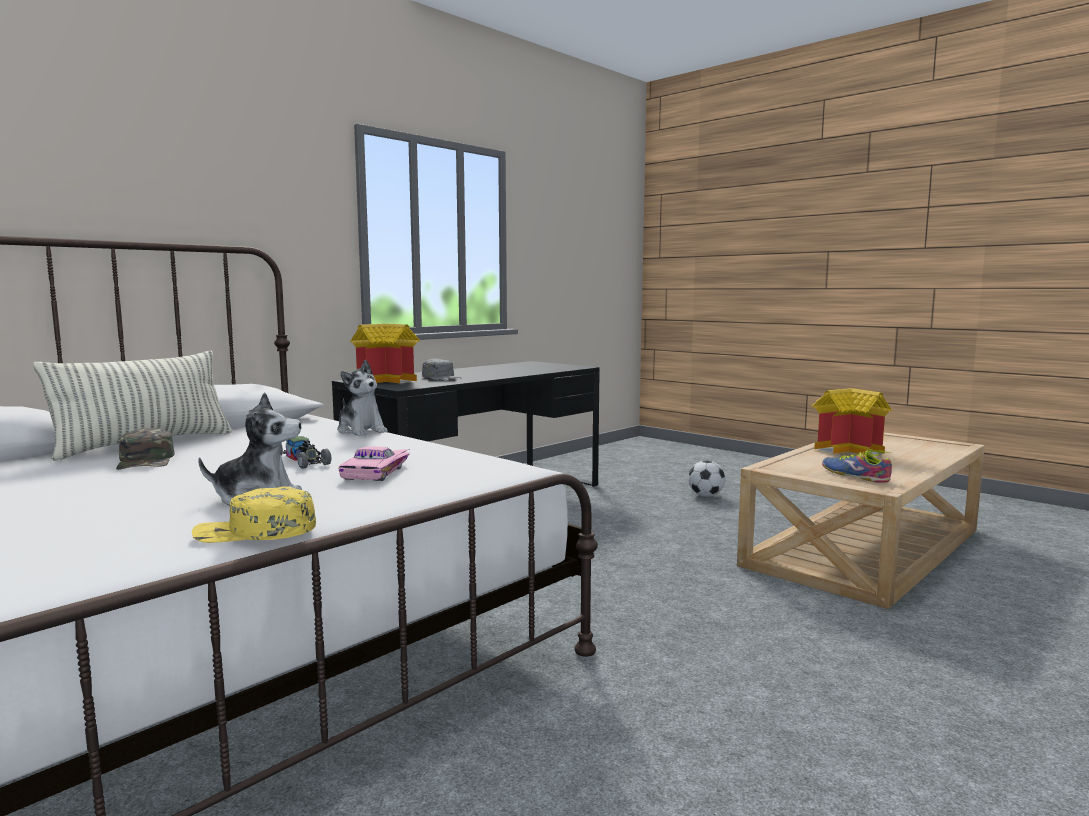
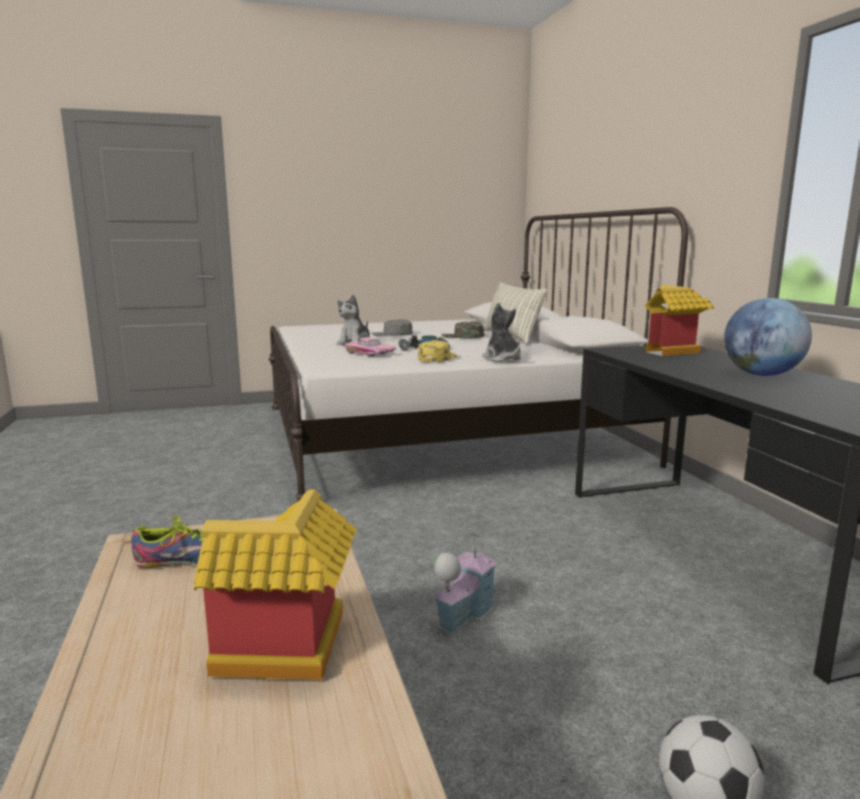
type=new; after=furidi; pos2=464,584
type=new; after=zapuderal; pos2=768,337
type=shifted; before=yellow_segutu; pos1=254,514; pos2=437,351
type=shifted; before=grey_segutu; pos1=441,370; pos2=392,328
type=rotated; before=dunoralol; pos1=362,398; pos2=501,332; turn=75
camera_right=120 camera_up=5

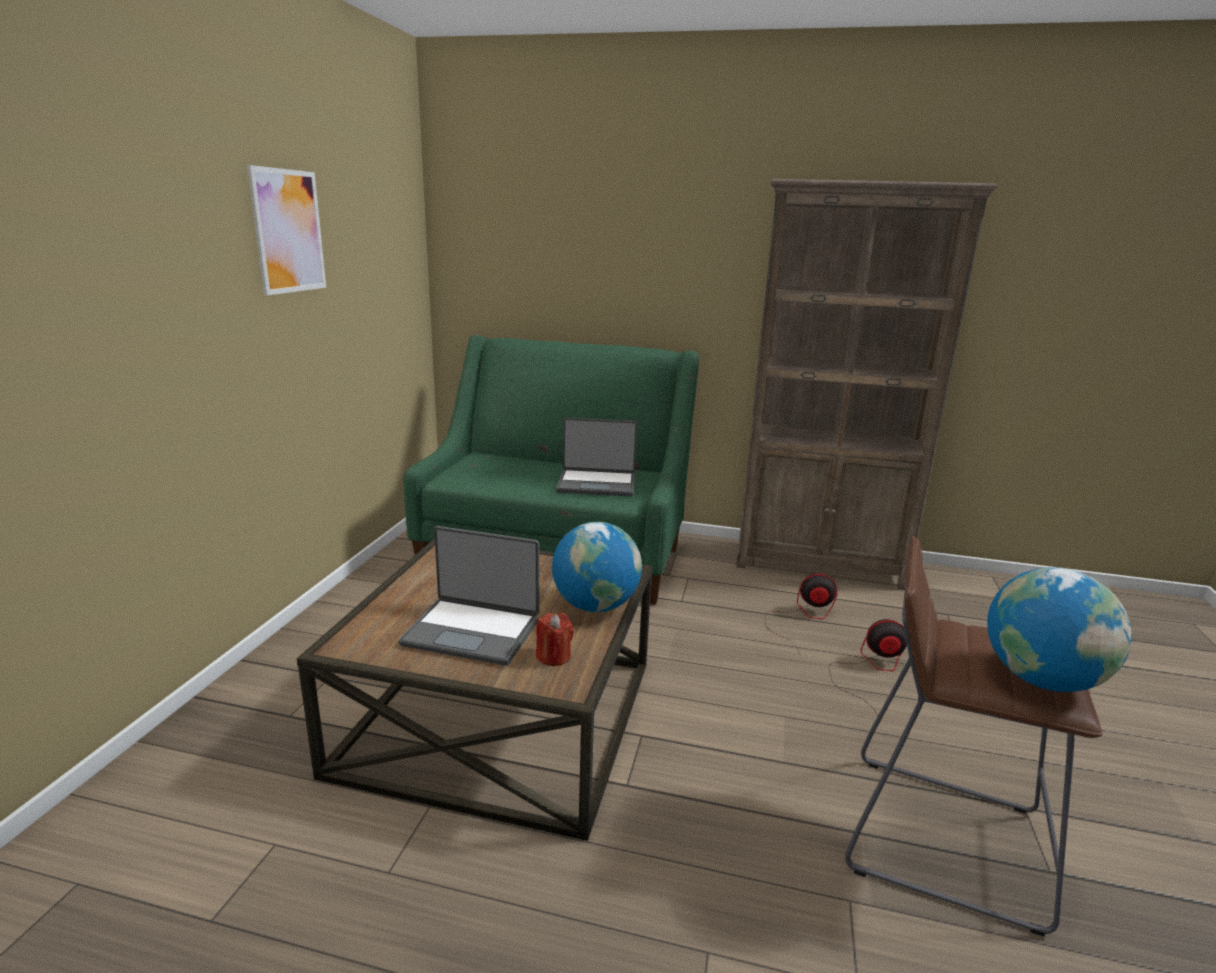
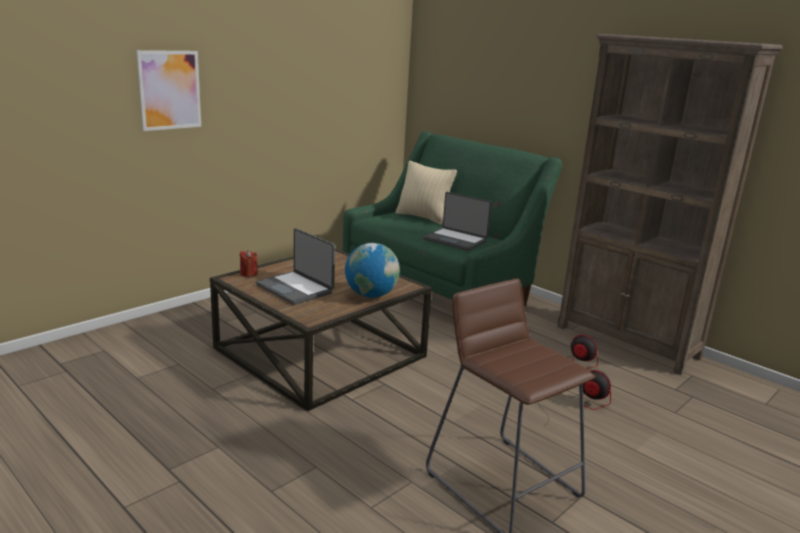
type=gone; before=zapuderal; pos1=1059,629
type=new; after=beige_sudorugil; pos2=426,193
type=shifted; before=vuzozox; pos1=286,230; pos2=168,90
type=shifted; before=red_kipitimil; pos1=555,639; pos2=249,263
camera_right=30 camera_up=0

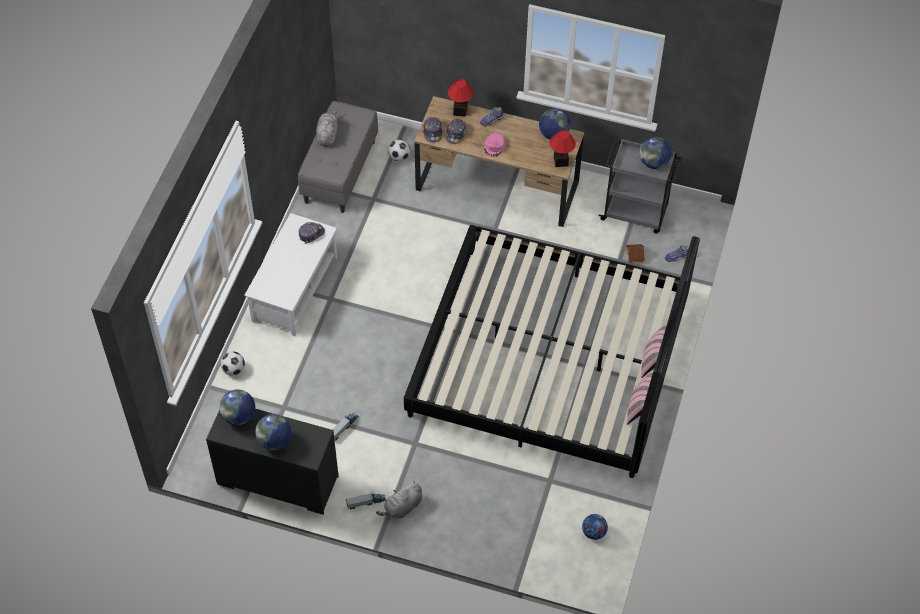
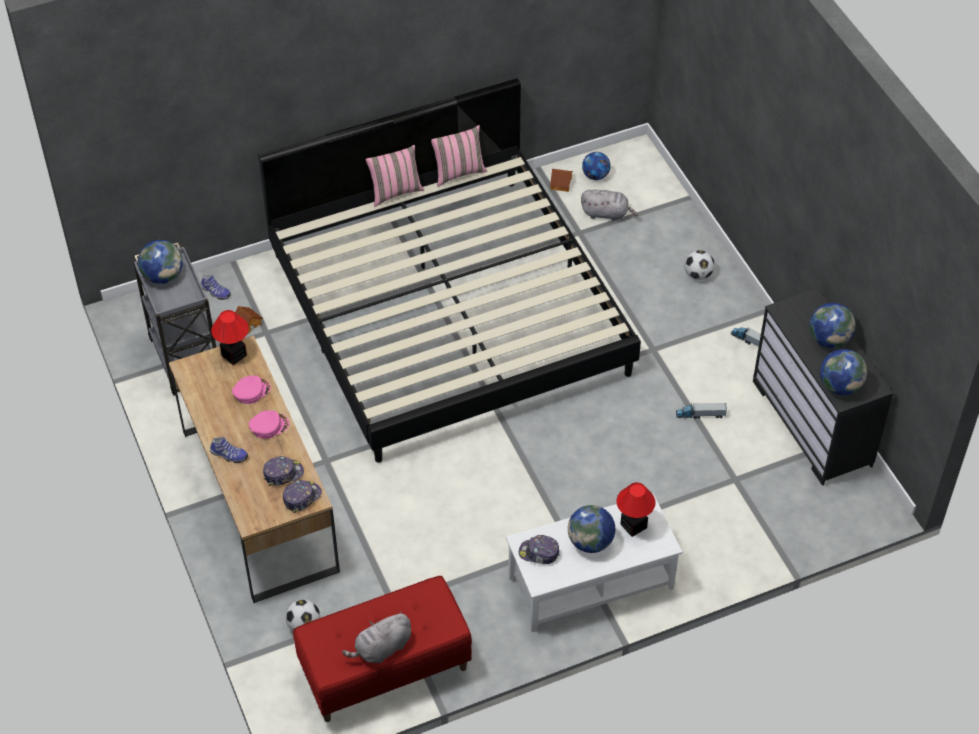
type=new; after=pink_segutu; pos2=251,389
type=new; after=furidi; pos2=561,180
type=shifted; before=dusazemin; pos1=232,364; pos2=700,265
type=shifted; before=grey_dunoralol; pos1=399,499; pos2=609,205
type=shifted; before=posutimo; pos1=460,98; pos2=636,510
type=shifted; before=zapuderal; pos1=555,123; pos2=591,529
type=repainted; before=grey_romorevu; after=red_romorevu; pos1=338,157; pos2=382,649
camera_right=-130 camera_up=-5

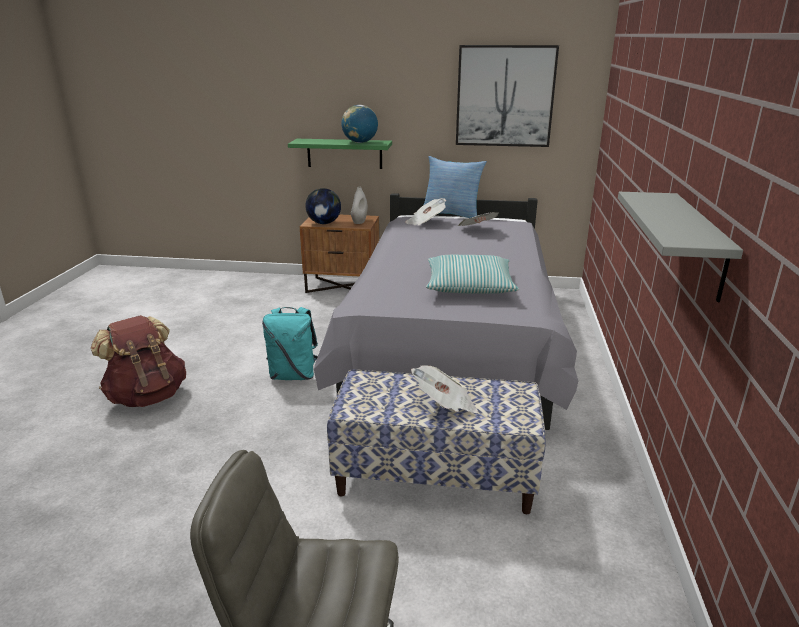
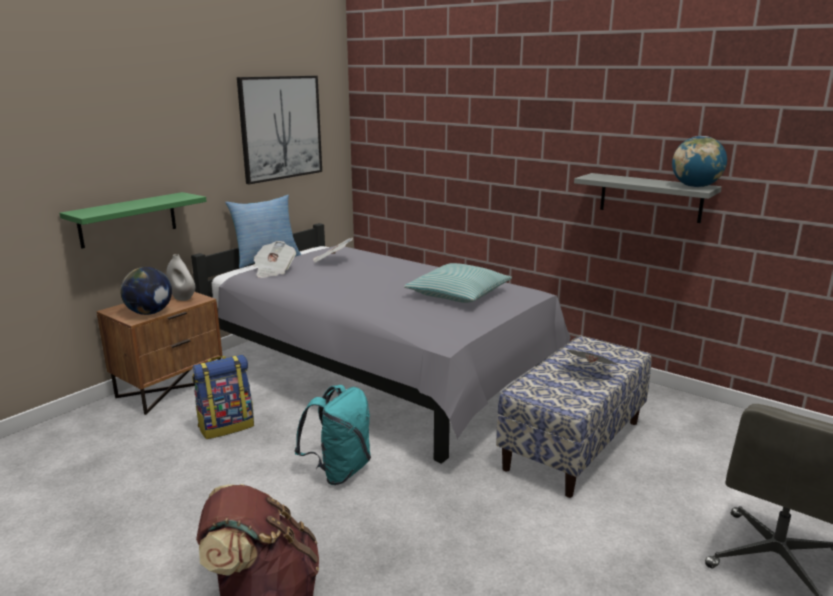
type=new; after=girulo; pos2=223,397
type=shifted; before=zapuderal; pos1=359,124; pos2=699,162
camera_right=-60 camera_up=-5

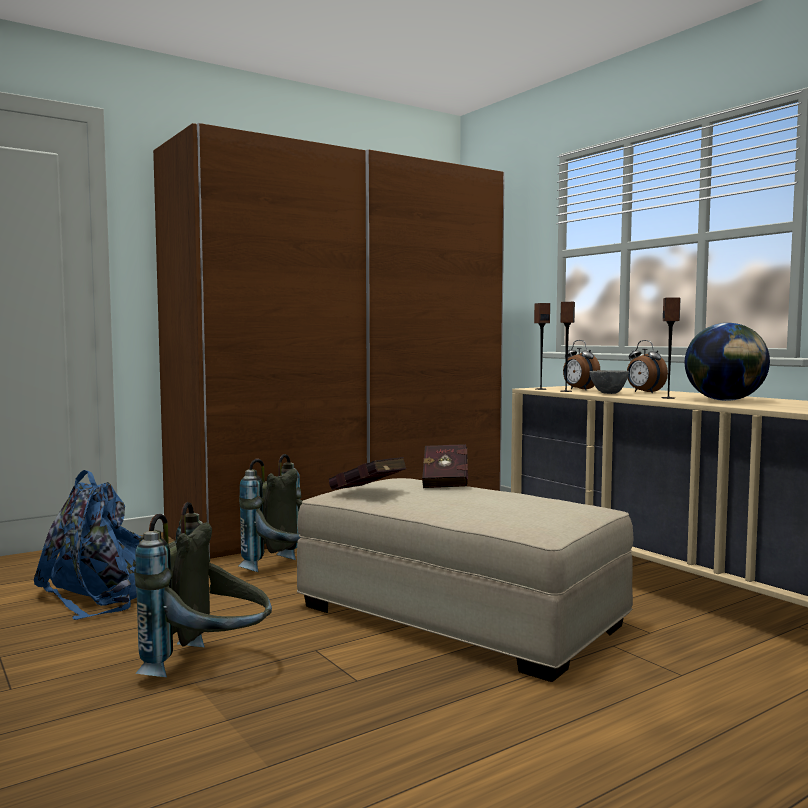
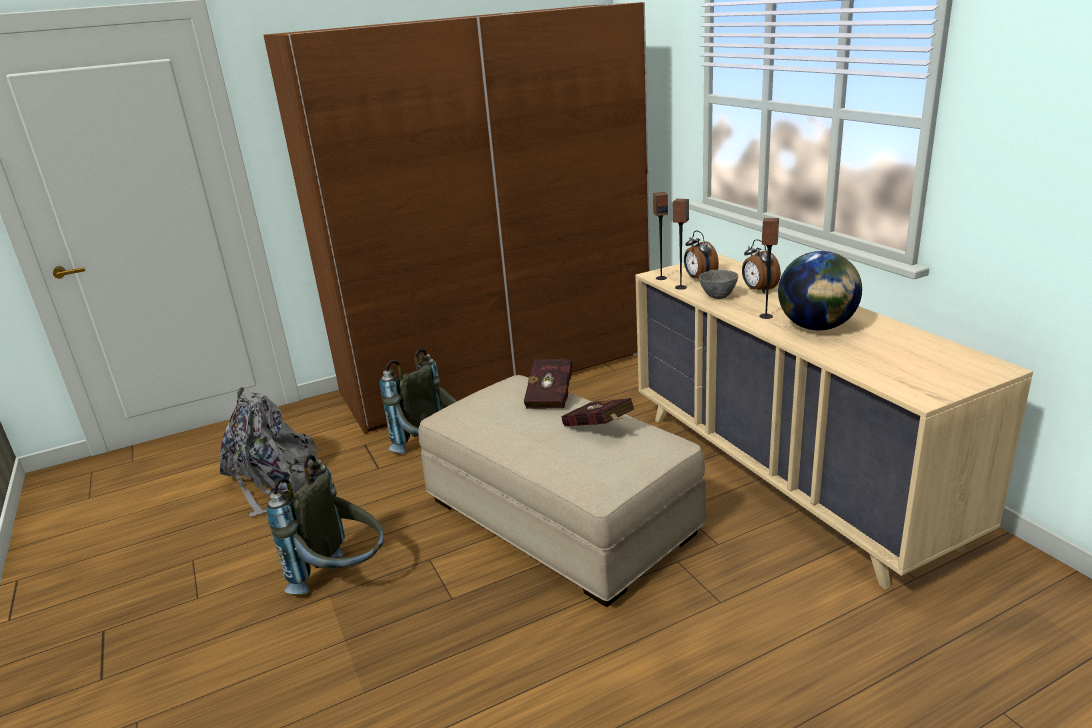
type=shifted; before=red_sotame; pos1=368,473; pos2=597,412
type=repainted; before=blue_girulo; after=grey_girulo; pos1=88,545; pos2=271,452
camera_right=10 camera_up=20

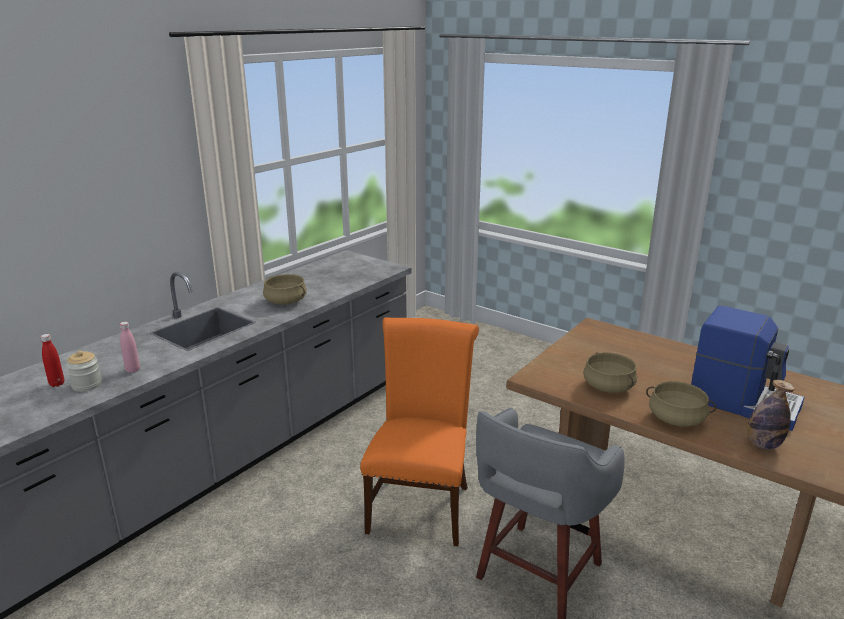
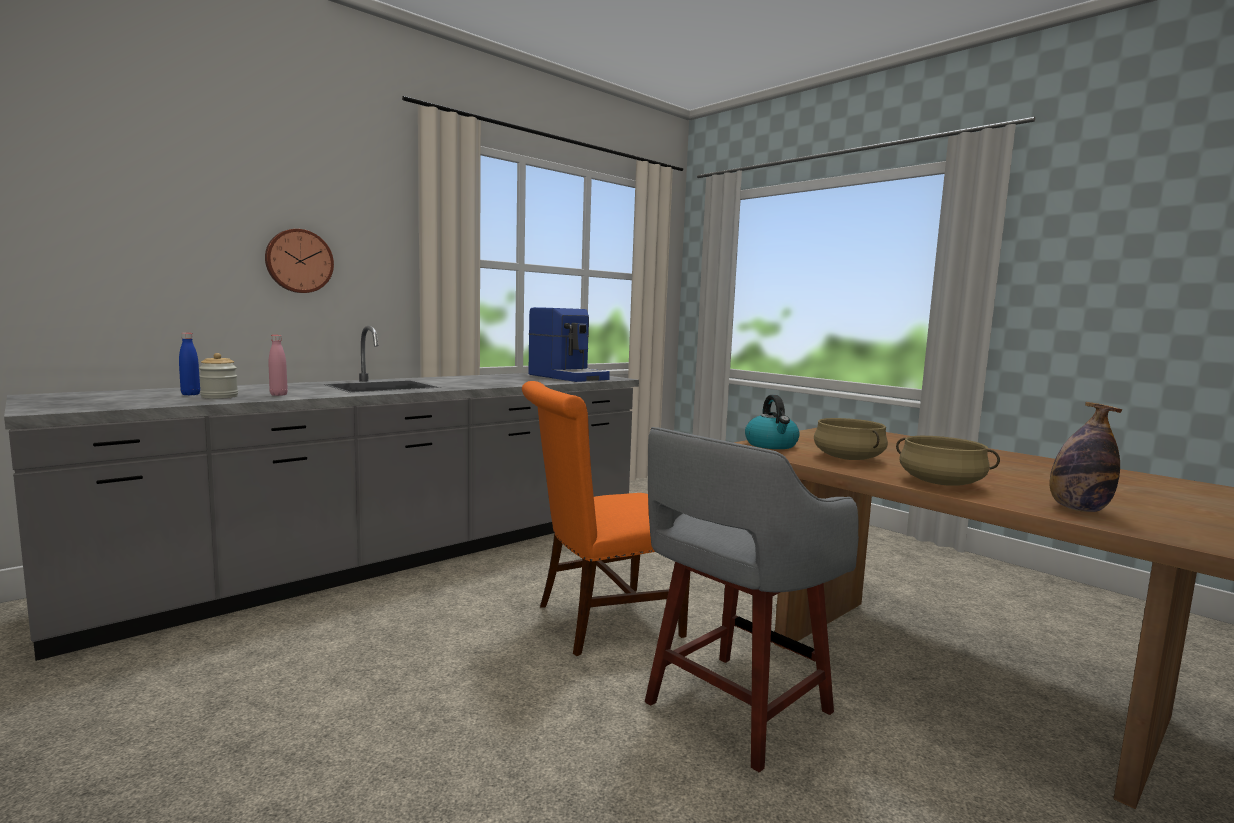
type=gone; before=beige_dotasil; pos1=285,289
type=new; after=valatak; pos2=299,261
type=new; after=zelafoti; pos2=772,422
type=shifted; before=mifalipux; pos1=747,368; pos2=569,344
type=repainted; before=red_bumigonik; after=blue_bumigonik; pos1=52,360; pos2=189,364
type=rotated; before=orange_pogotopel; pos1=419,432; pos2=606,518; turn=-135
camera_right=10 camera_up=-15

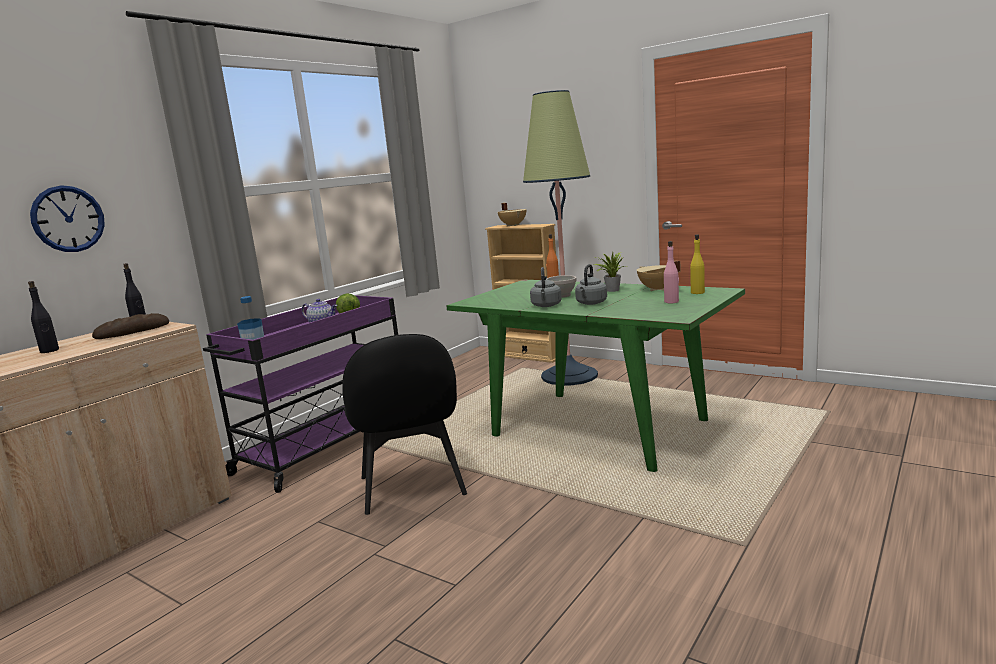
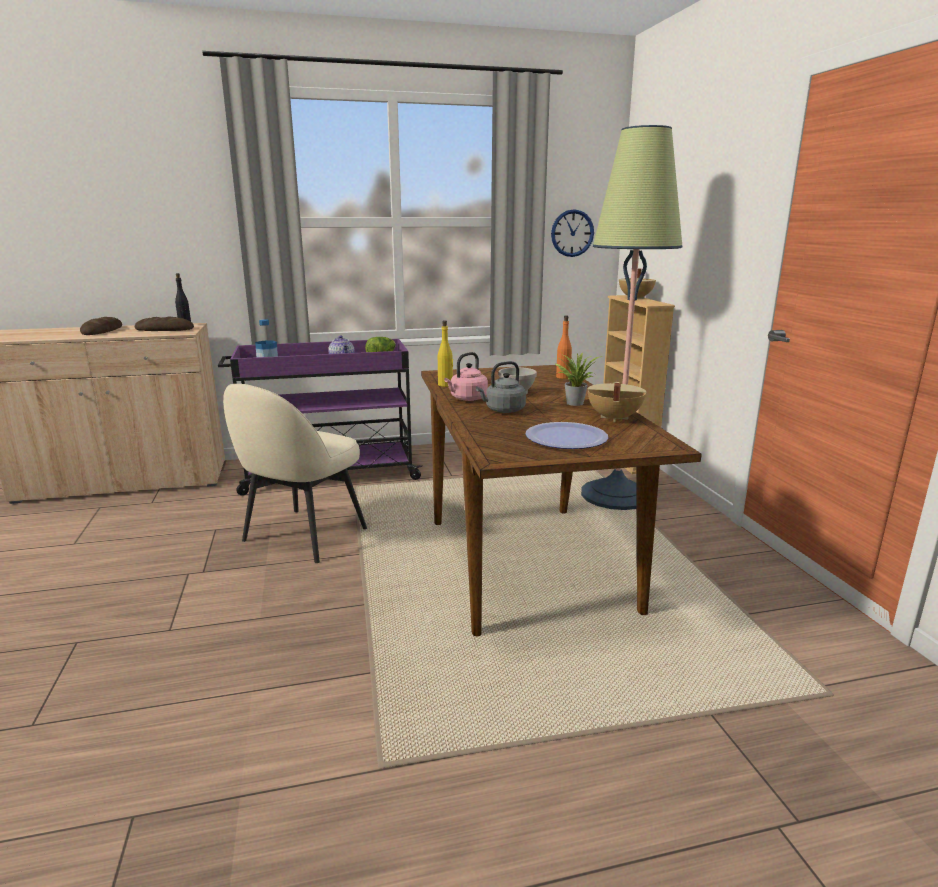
type=shifted; before=valatak; pos1=67,218; pos2=572,233
type=shifted; before=yellow_bumigonik; pos1=697,264; pos2=445,353
type=swapped; before=black_bumigonik; after=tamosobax; pos1=43,317; pos2=101,326
type=swapped; before=pink_bumigonik; after=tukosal; pos1=671,272; pos2=567,435
type=repainted; before=black_pogotopel; after=beige_pogotopel; pos1=404,424; pos2=295,473
type=repainted; before=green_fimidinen; after=brown_fimidinen; pos1=595,375; pos2=561,500
type=repainted; before=grey_zelafoti; after=pink_zelafoti; pos1=546,287; pos2=466,376
camera_right=40 camera_up=5

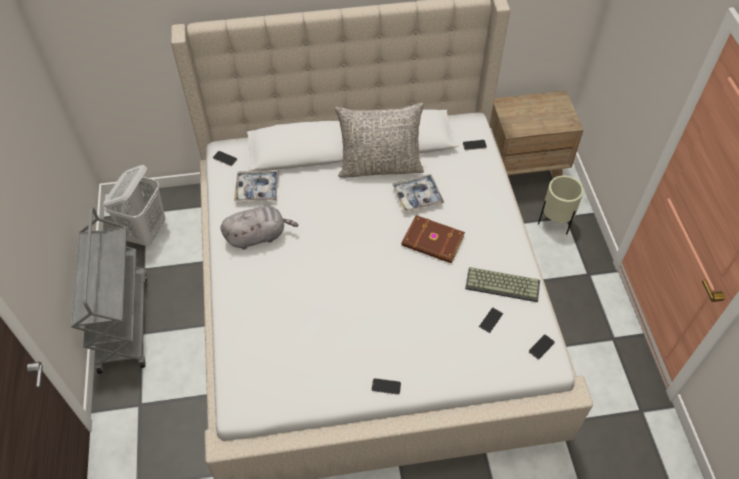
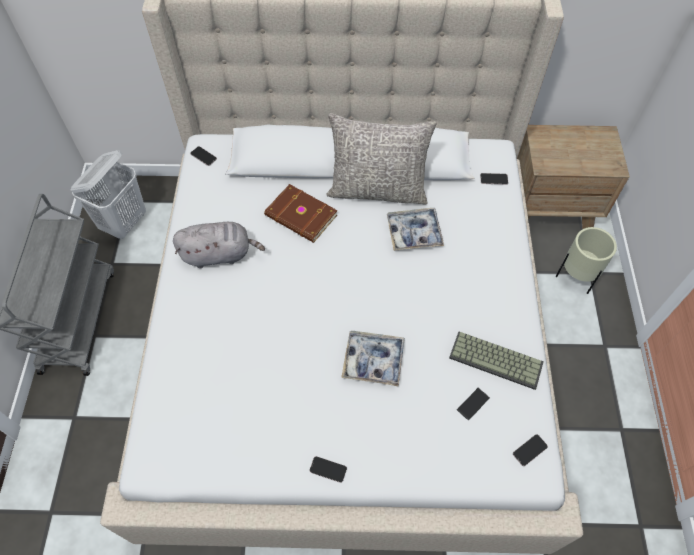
type=shifted; before=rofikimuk; pos1=256,186; pos2=373,358
type=shifted; before=brown_sotame; pos1=433,239; pos2=300,213
camera_right=10 camera_up=5

